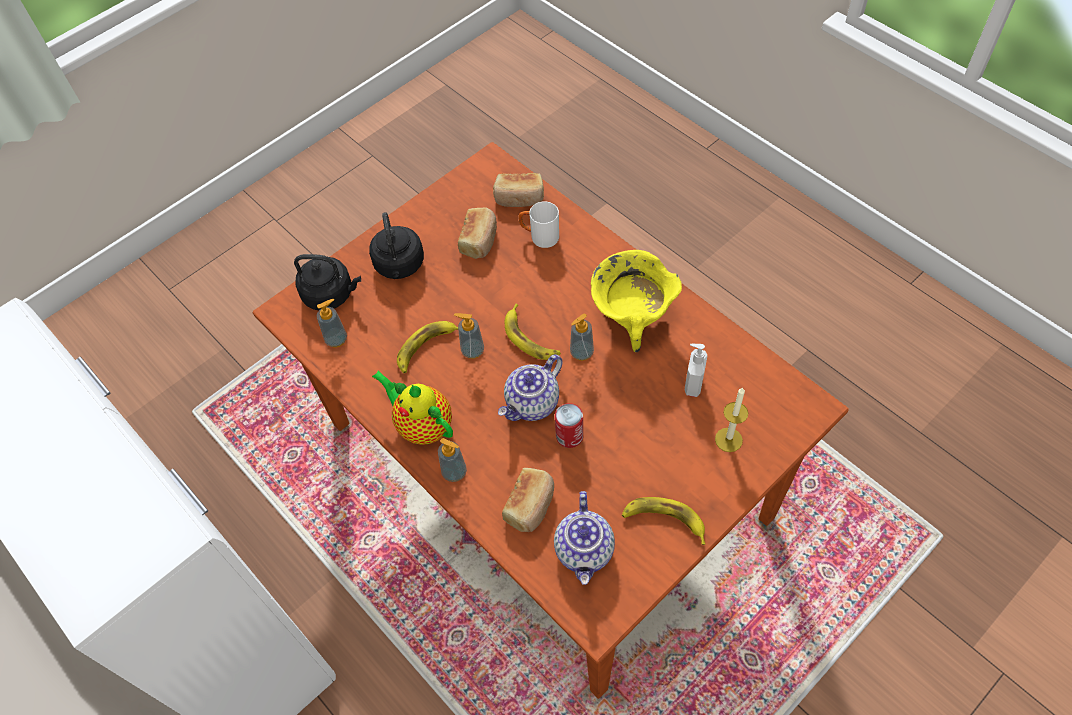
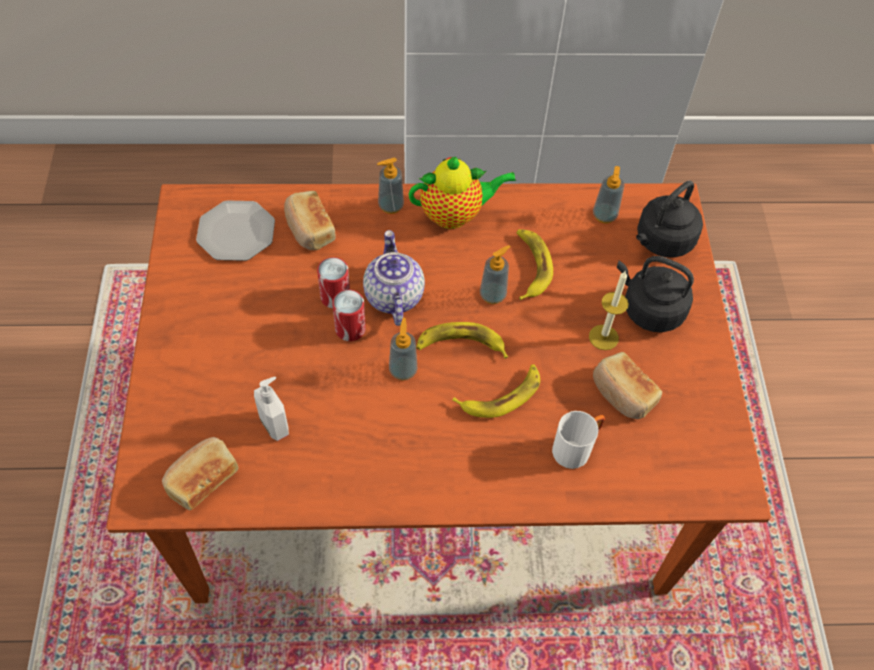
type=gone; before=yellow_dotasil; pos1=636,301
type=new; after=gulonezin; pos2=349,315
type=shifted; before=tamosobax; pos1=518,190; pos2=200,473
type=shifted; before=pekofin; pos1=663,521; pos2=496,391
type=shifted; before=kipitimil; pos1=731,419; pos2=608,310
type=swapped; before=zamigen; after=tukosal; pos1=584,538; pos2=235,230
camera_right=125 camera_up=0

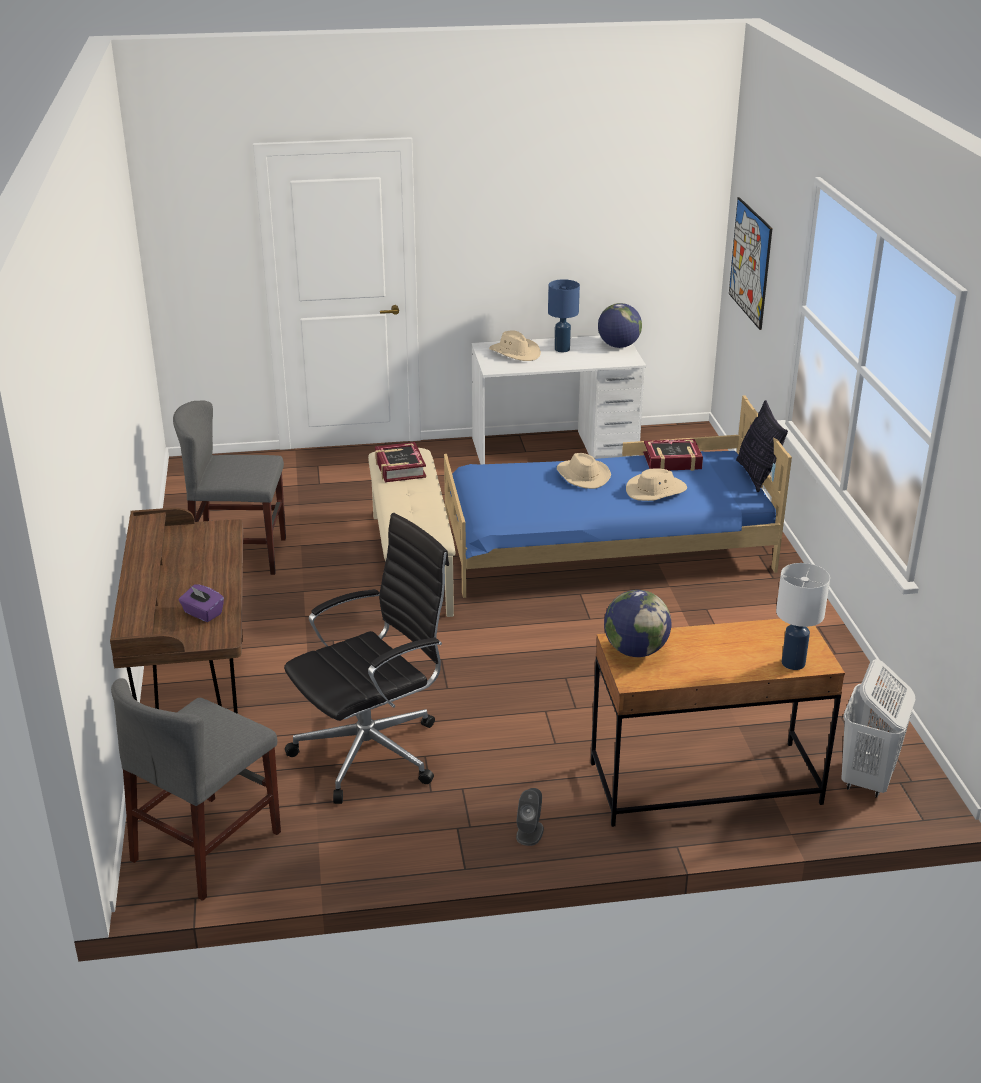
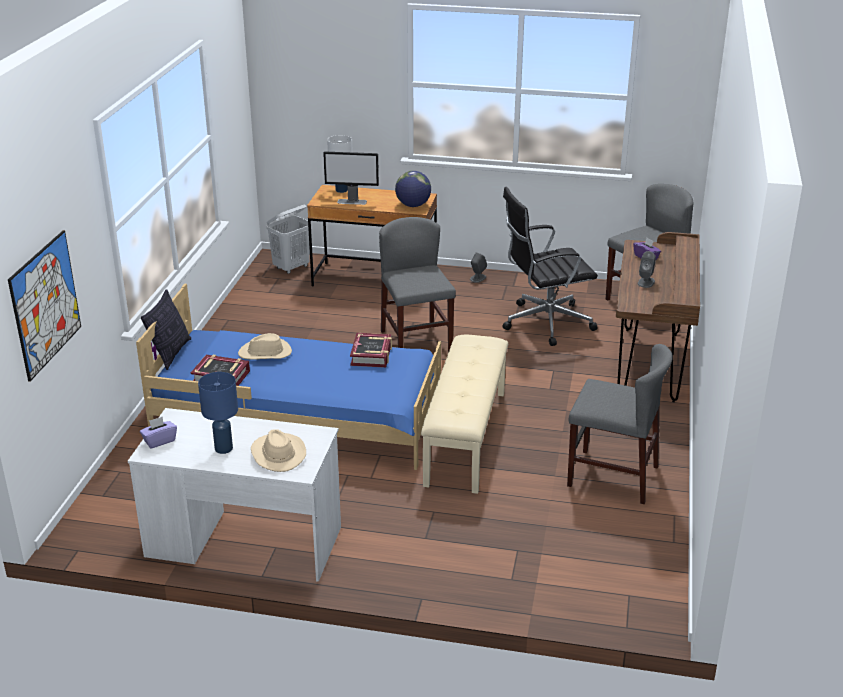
type=gone; before=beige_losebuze; pos1=584,471
type=new; after=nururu; pos2=351,178
type=new; after=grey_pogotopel; pos2=417,284
type=new; after=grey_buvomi; pos2=647,269
type=shifted; before=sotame; pos1=400,462; pos2=371,350
type=swapped; before=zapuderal; after=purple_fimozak; pos1=620,325; pos2=158,432
camera_right=-160 camera_up=0

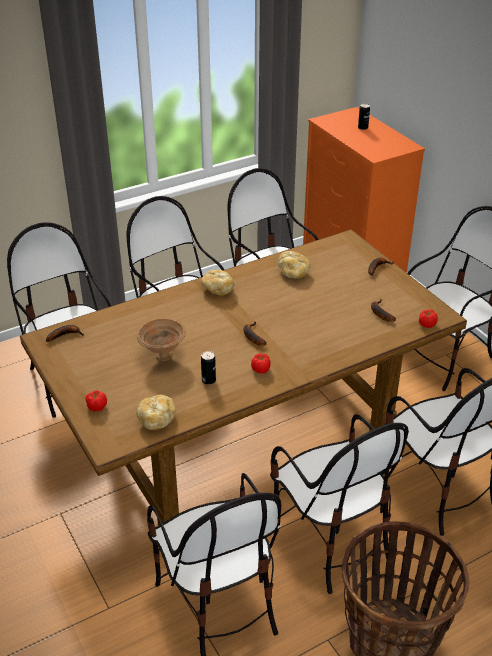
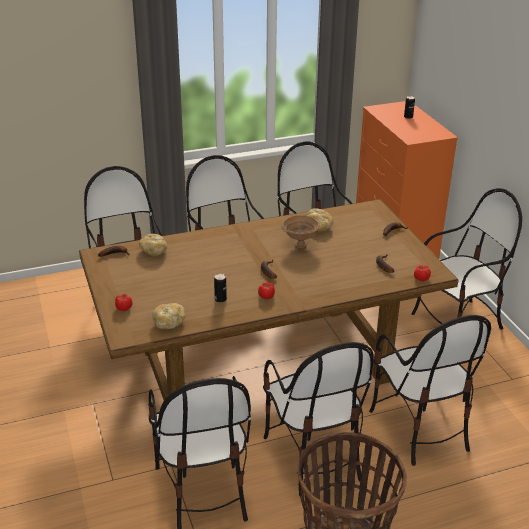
type=shifted; before=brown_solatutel; pos1=161,339; pos2=300,231
type=shifted; before=tamosobax; pos1=218,282; pos2=153,245
camera_right=10 camera_up=-5

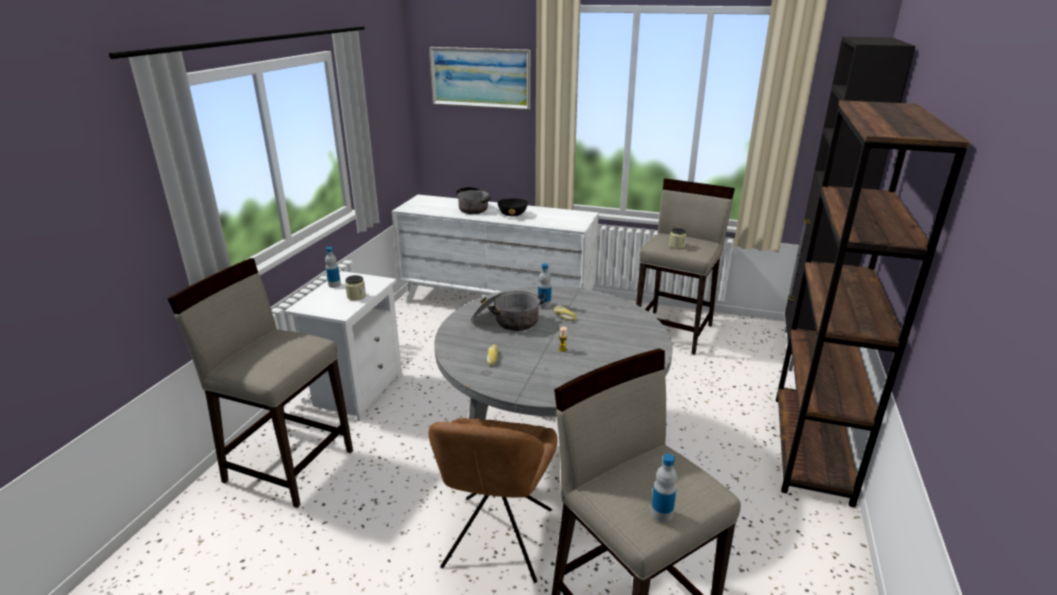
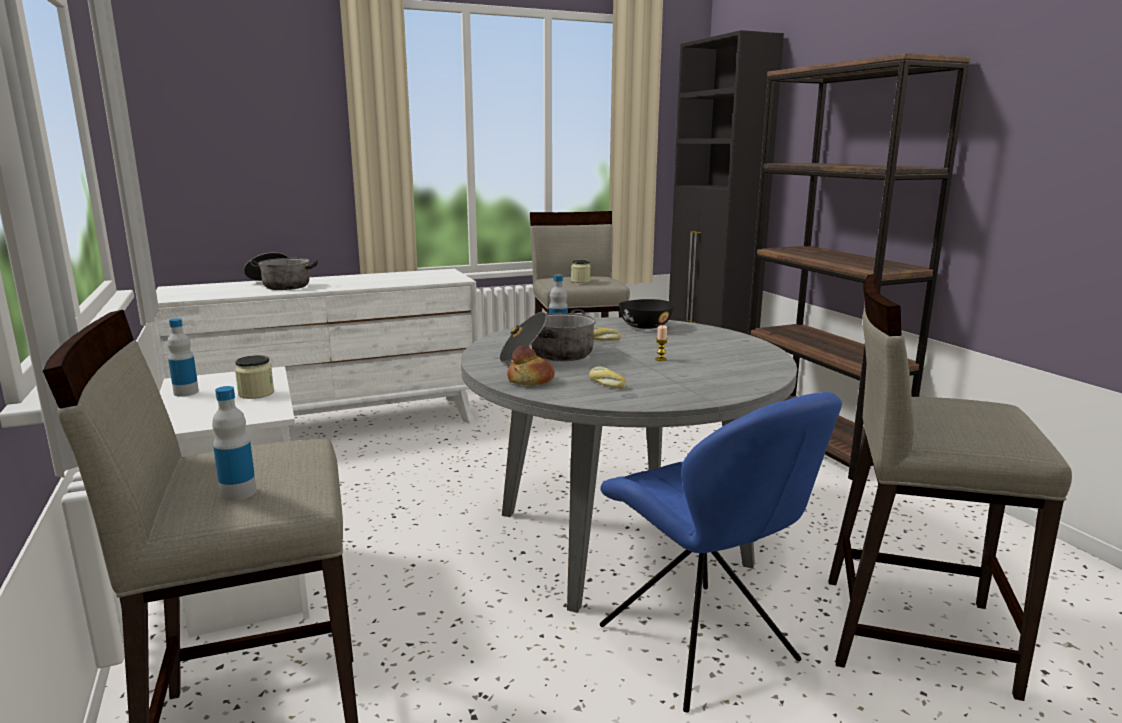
type=gone; before=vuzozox; pos1=479,78
type=new; after=tamosobax; pos2=531,365
type=shifted; before=black_solatutel; pos1=512,207; pos2=646,314
type=shifted; before=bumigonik; pos1=664,488; pos2=234,443
type=repainted; before=brown_pogotopel; after=blue_pogotopel; pos1=493,500; pos2=721,552
camera_right=-40 camera_up=-10

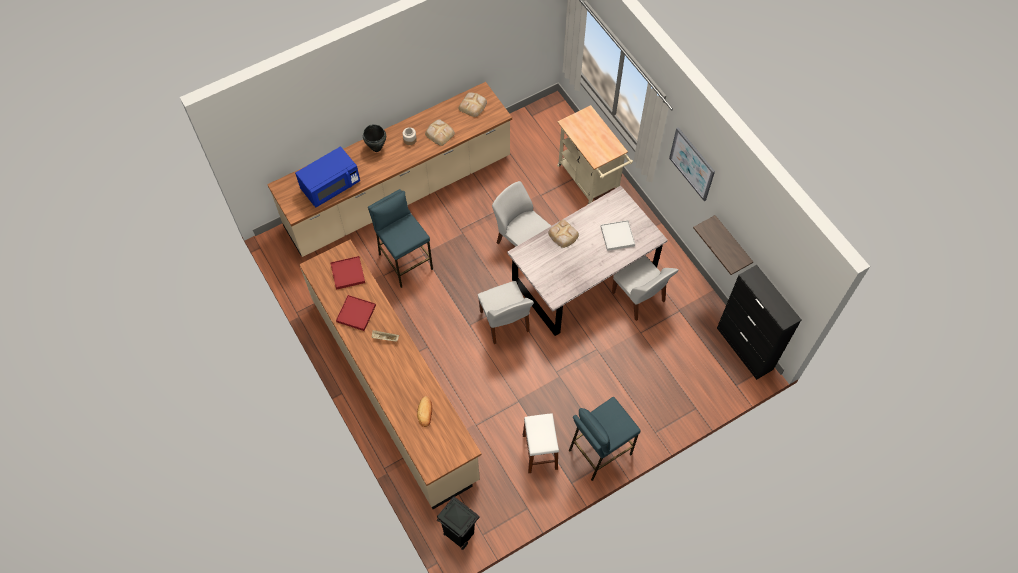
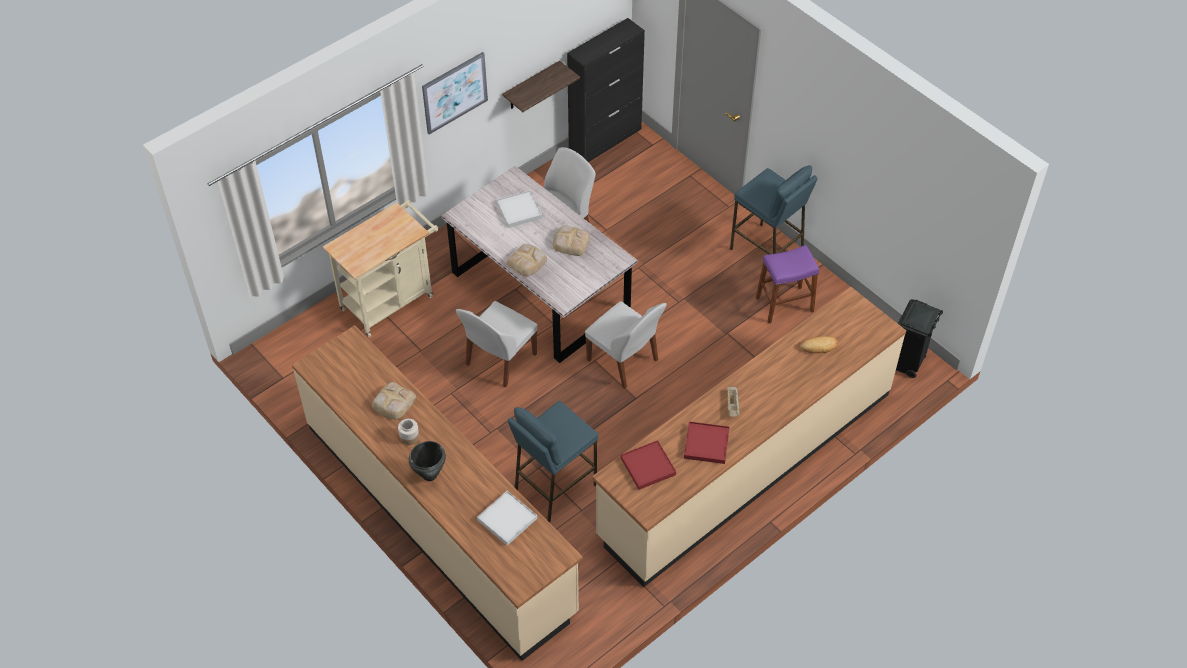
type=shifted; before=tamosobax; pos1=472,104; pos2=571,240
type=swapped; before=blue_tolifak; after=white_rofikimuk; pos1=327,176; pos2=507,518
type=repainted; before=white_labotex; after=purple_labotex; pos1=541,443; pos2=787,284
type=rotated; before=white_pogotopel; pos1=506,312; pos2=626,345; turn=75
camera_right=-100 camera_up=-10

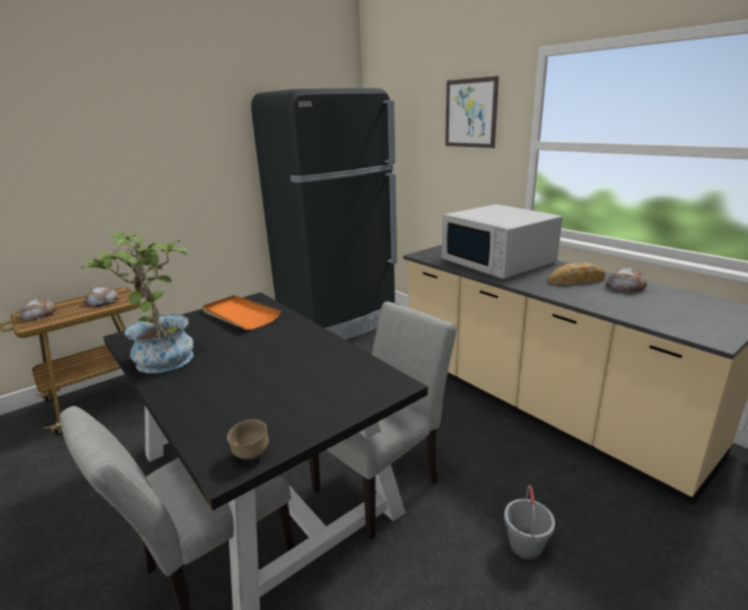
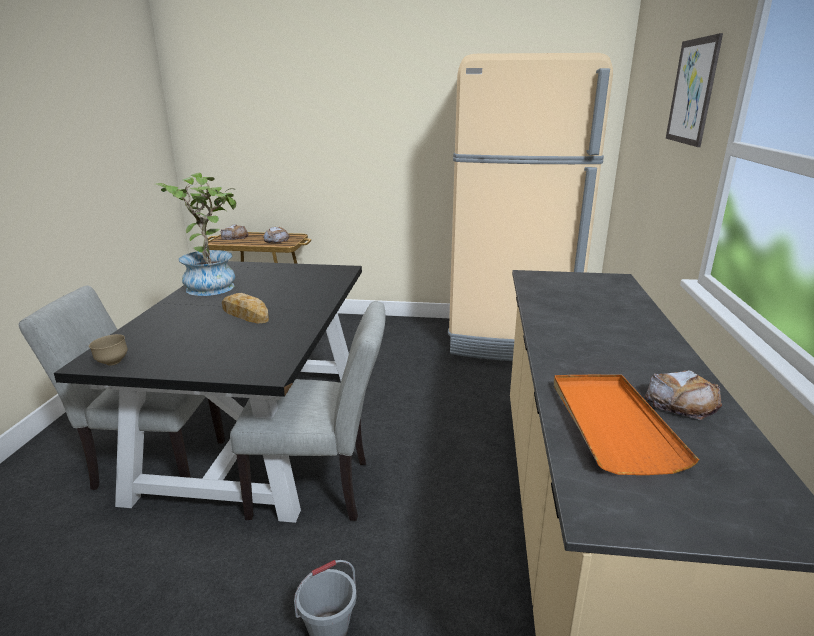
type=gone; before=white_tolifak; pos1=502,241
type=shifted; before=orange_rofikimuk; pos1=241,312; pos2=626,424
type=shifted; before=tamosobax; pos1=576,274; pos2=245,308
type=repainted; before=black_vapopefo; after=beige_vapopefo; pos1=324,214; pos2=530,207
camera_right=45 camera_up=0

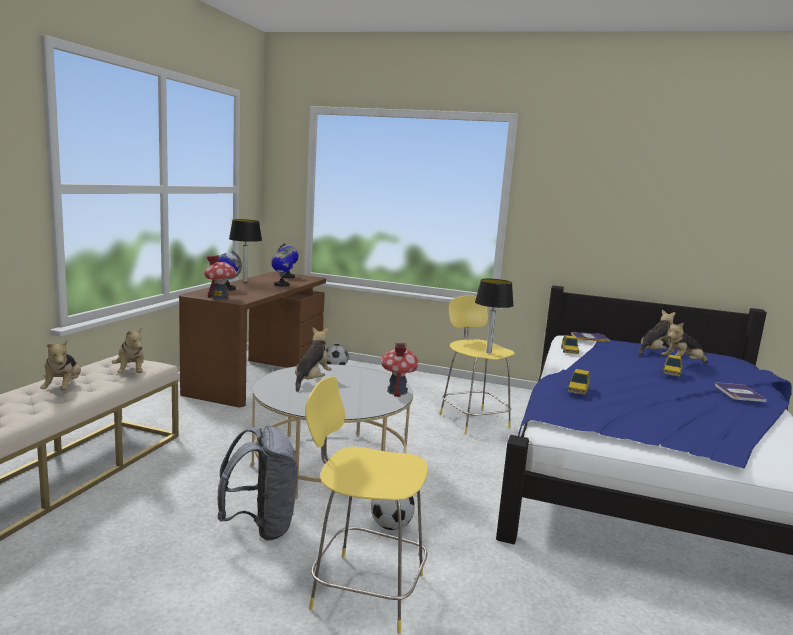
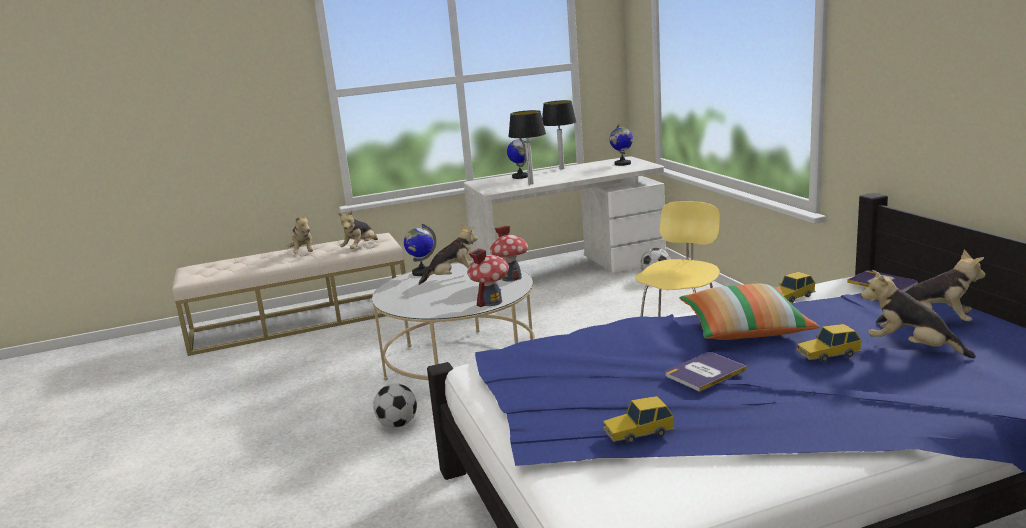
type=gone; before=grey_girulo; pos1=257,483
type=gone; before=yellow_labotex; pos1=366,505
type=new; after=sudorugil; pos2=749,312
type=shifted; before=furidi; pos1=220,277; pos2=509,254
type=shifted; before=zapuderal; pos1=282,267; pos2=420,250
type=shifted; before=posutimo; pos1=494,316; pos2=527,147
type=shifted; before=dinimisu; pos1=578,382; pos2=639,419
type=shifted; before=sotame; pos1=741,392; pos2=706,372
type=repainted; before=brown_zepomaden; after=white_zepomaden; pos1=252,339; pos2=565,214
type=rotated; before=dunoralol; pos1=60,364; pos2=300,233; turn=-60
camera_right=55 camera_up=5

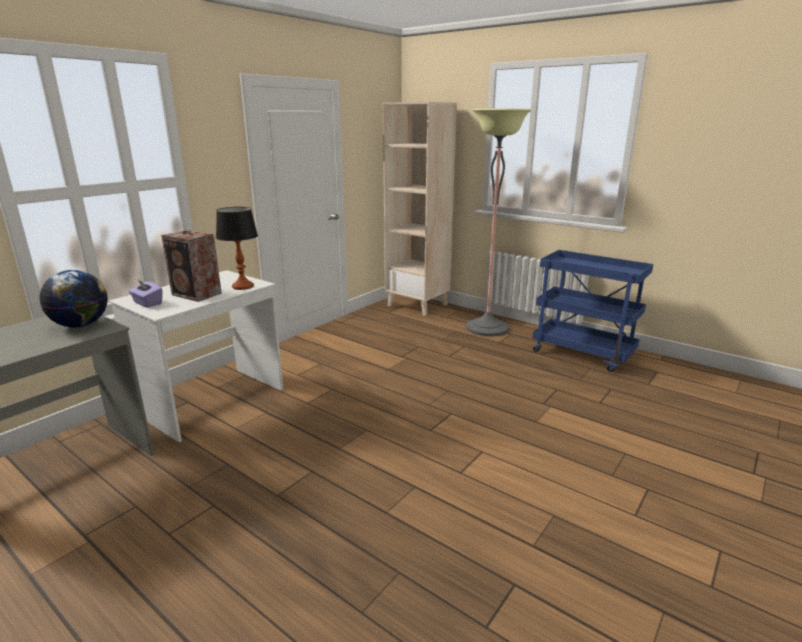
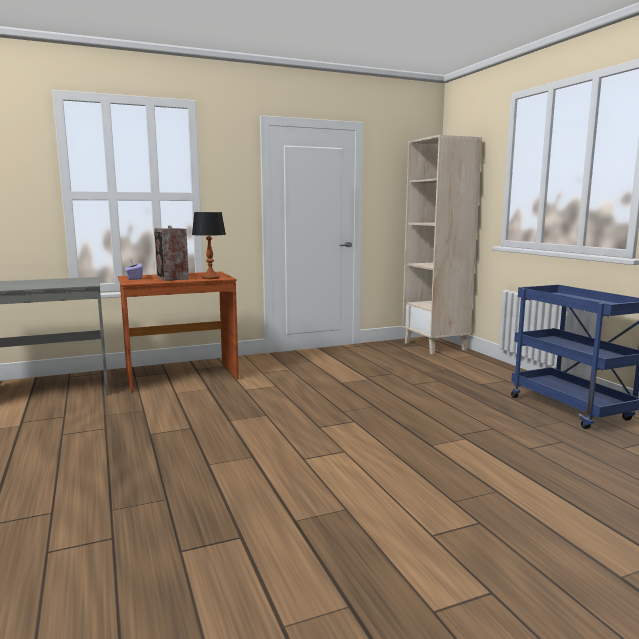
type=gone; before=zapuderal; pos1=74,299
type=gone; before=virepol; pos1=499,222
type=repainted; before=white_zepomaden; after=brown_zepomaden; pos1=196,356; pos2=178,332
camera_right=30 camera_up=-10

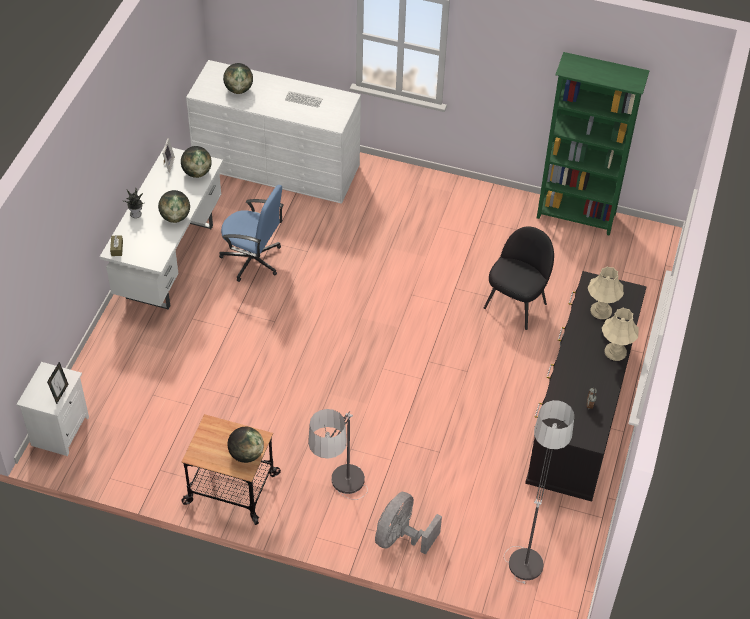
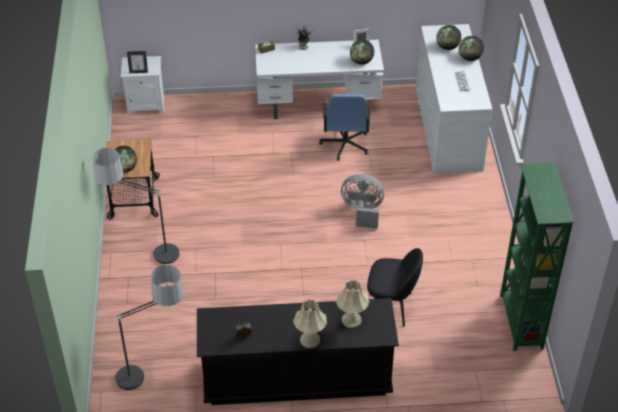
type=shifted; before=zapuderal; pos1=174,206; pos2=471,48
type=shifted; before=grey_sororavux; pos1=408,523; pos2=362,201
camera_right=70 camera_up=-5

